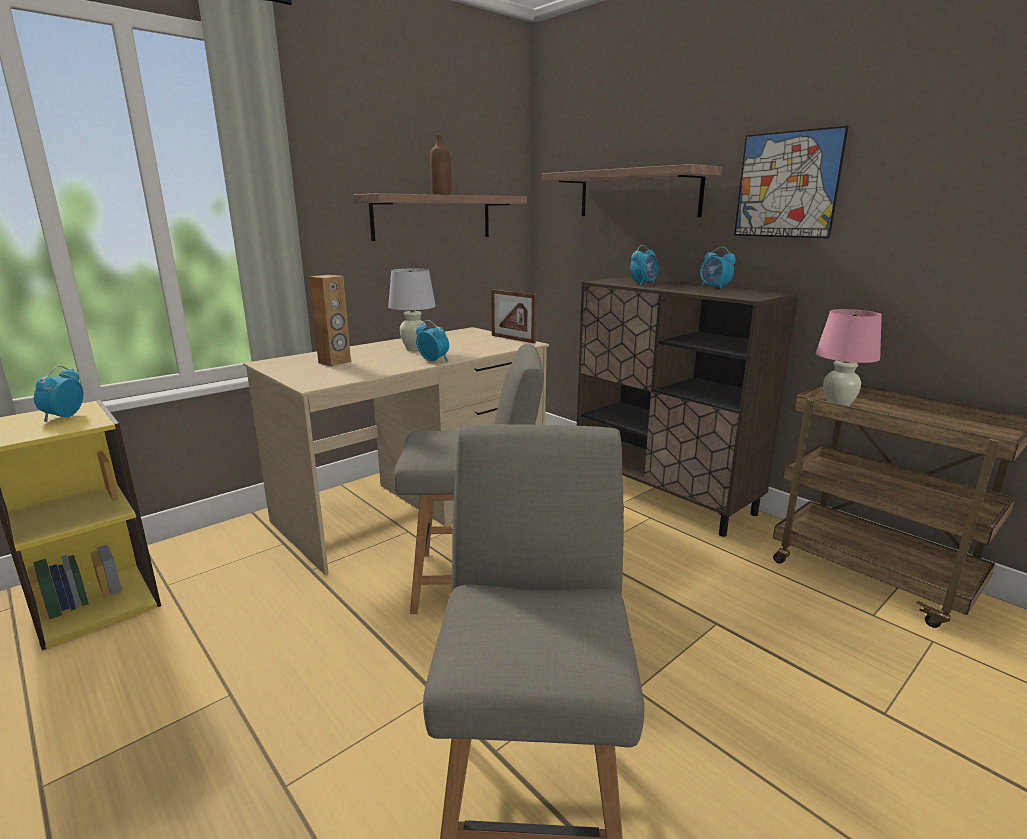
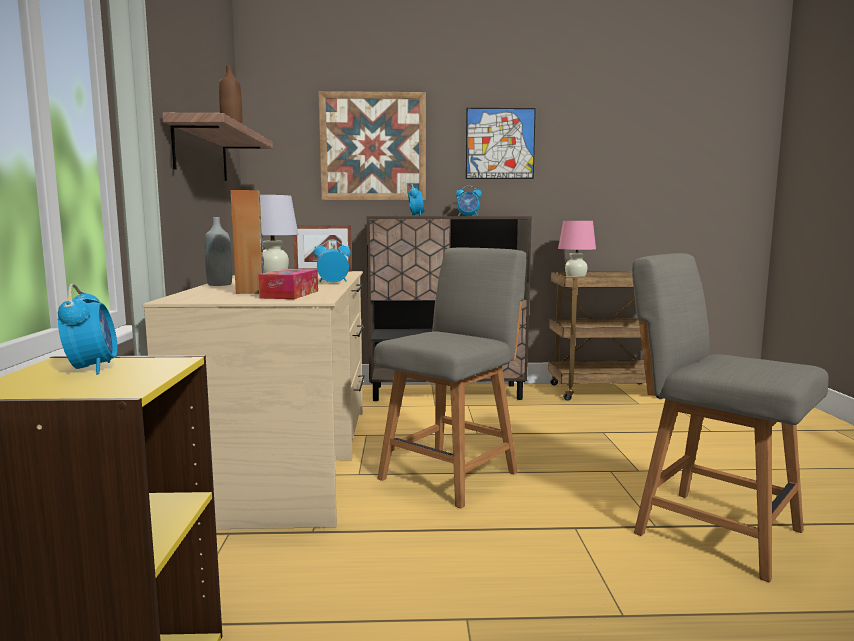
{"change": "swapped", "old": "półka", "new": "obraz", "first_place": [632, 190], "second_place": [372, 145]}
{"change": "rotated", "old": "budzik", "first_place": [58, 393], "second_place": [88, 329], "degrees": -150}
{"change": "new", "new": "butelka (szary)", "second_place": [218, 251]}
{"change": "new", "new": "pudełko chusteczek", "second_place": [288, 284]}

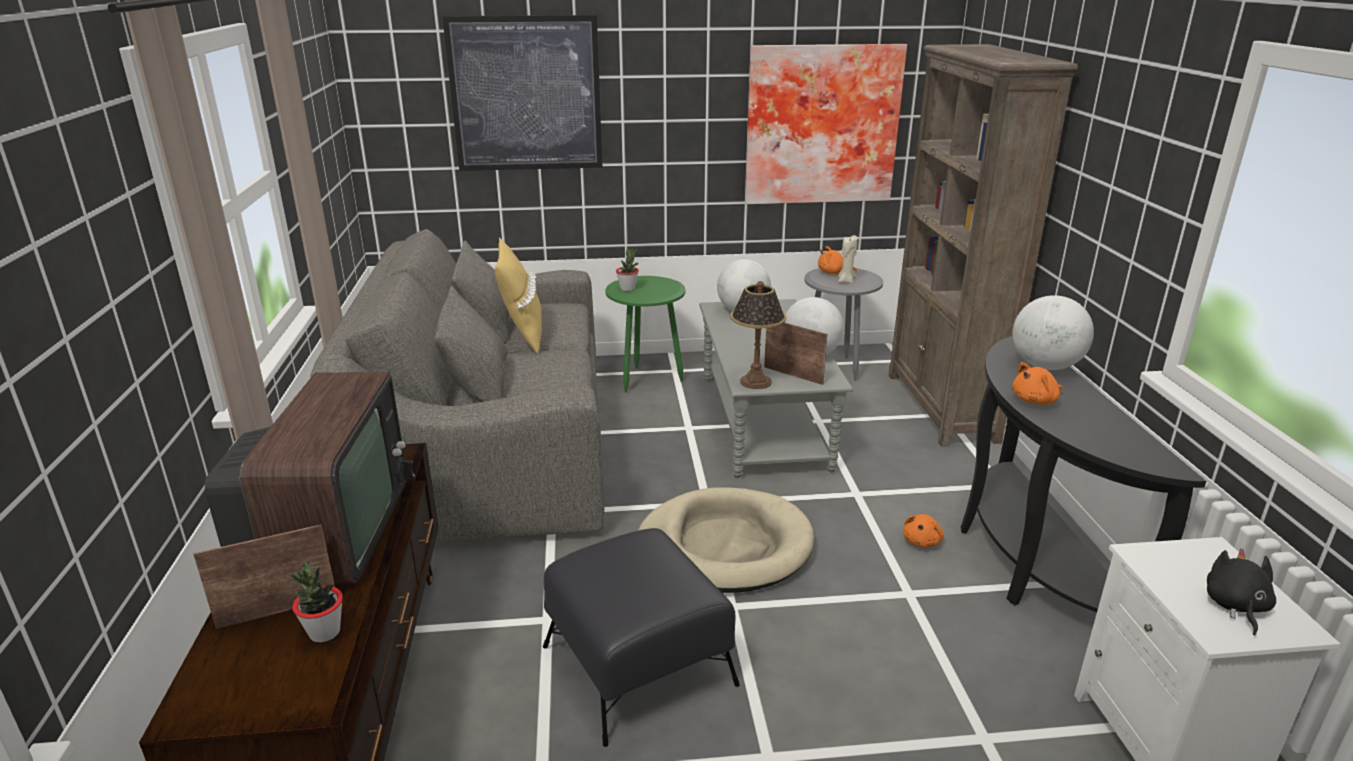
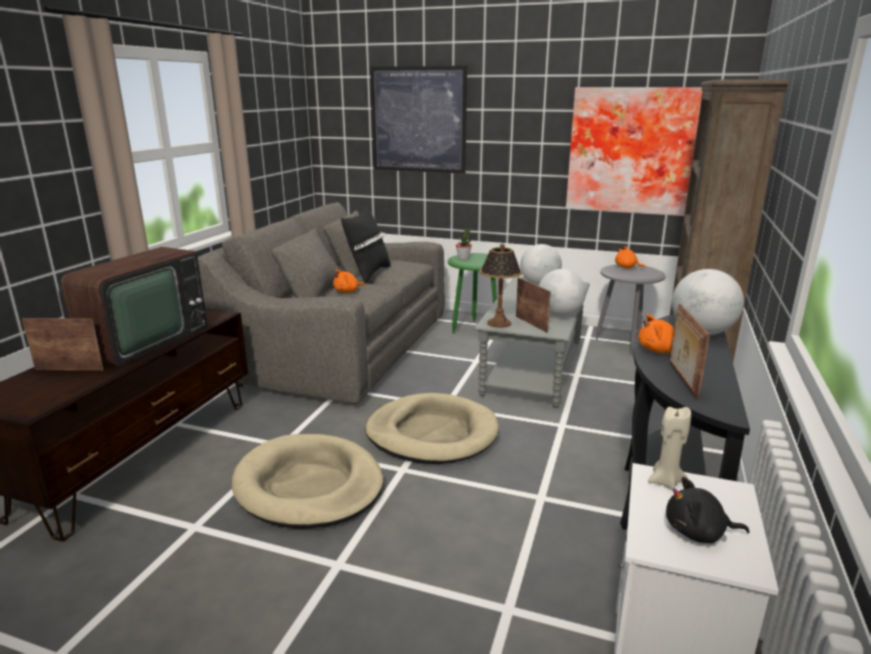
{"change": "shifted", "old": "świeca (beżowy)", "first_place": [848, 259], "second_place": [669, 448]}
{"change": "repainted", "old": "poduszka (żółty)", "new": "poduszka (czarny)", "first_place": [518, 295], "second_place": [366, 245]}
{"change": "shifted", "old": "pluszak (pomarańczowy)", "first_place": [923, 530], "second_place": [349, 281]}
{"change": "swapped", "old": "pufa (czarny)", "new": "legowisko (beżowy)", "first_place": [641, 637], "second_place": [308, 481]}
{"change": "rotated", "old": "pluszak (czarny)", "first_place": [1241, 591], "second_place": [708, 510], "degrees": -120}
{"change": "gone", "old": "roślina doniczkowa", "first_place": [316, 602]}
{"change": "new", "new": "ramka na zdjęcie", "second_place": [690, 352]}

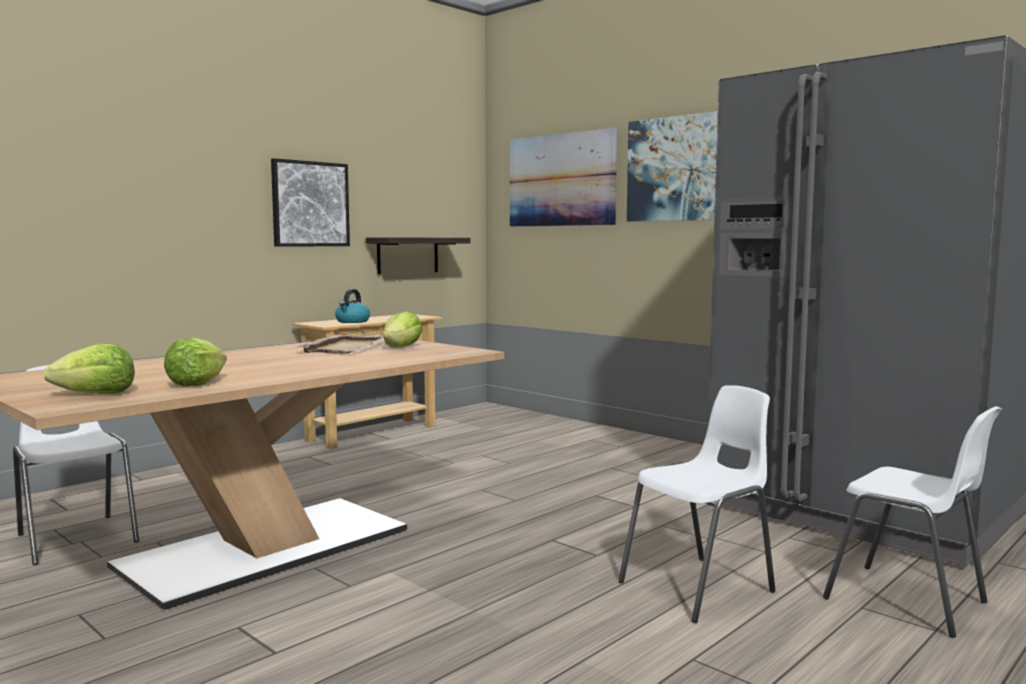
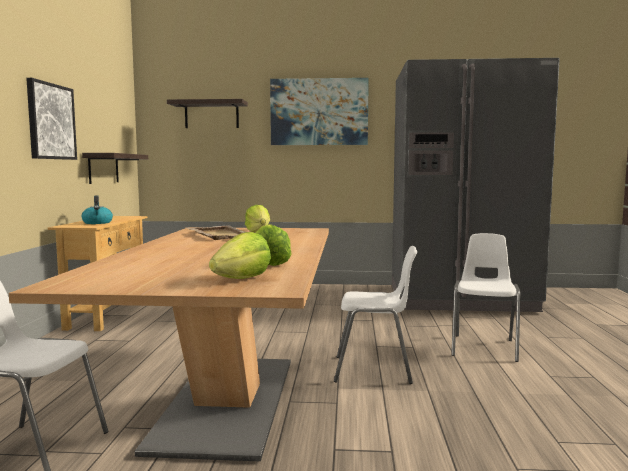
{"change": "swapped", "old": "obraz", "new": "półka", "first_place": [563, 177], "second_place": [207, 113]}
{"change": "shifted", "old": "krzesło (biały)", "first_place": [912, 522], "second_place": [375, 315]}

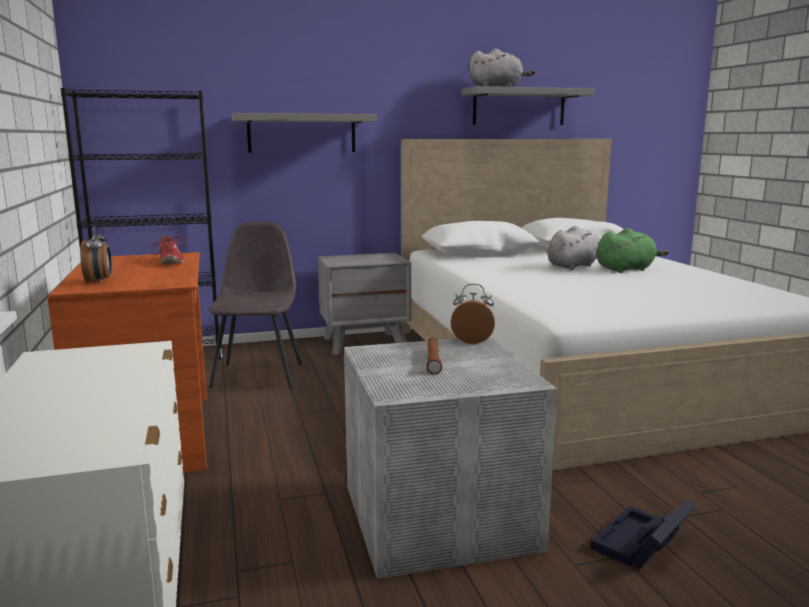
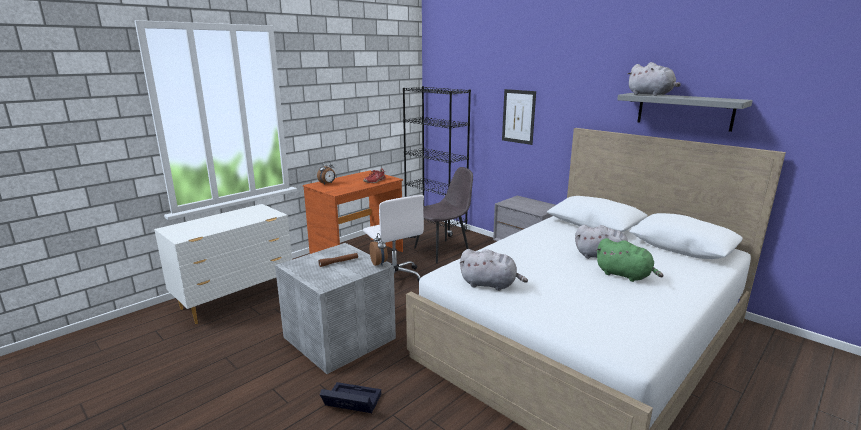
{"change": "swapped", "old": "półka (szary)", "new": "obraz", "first_place": [304, 133], "second_place": [519, 117]}
{"change": "new", "new": "krzesło biurowe (biały)", "second_place": [393, 238]}
{"change": "new", "new": "pluszak (szary)", "second_place": [493, 270]}

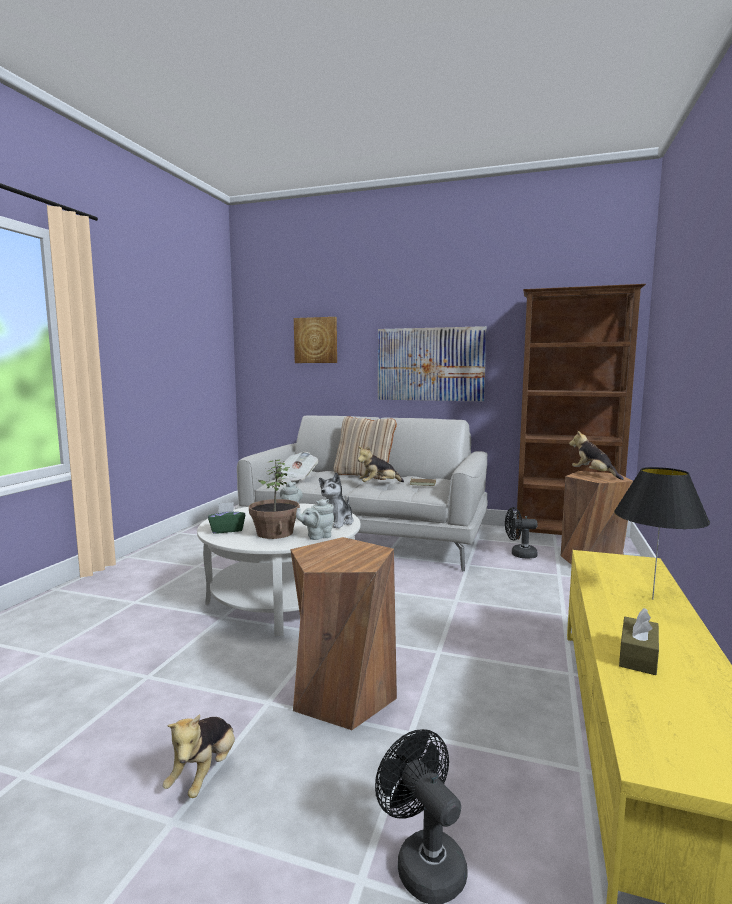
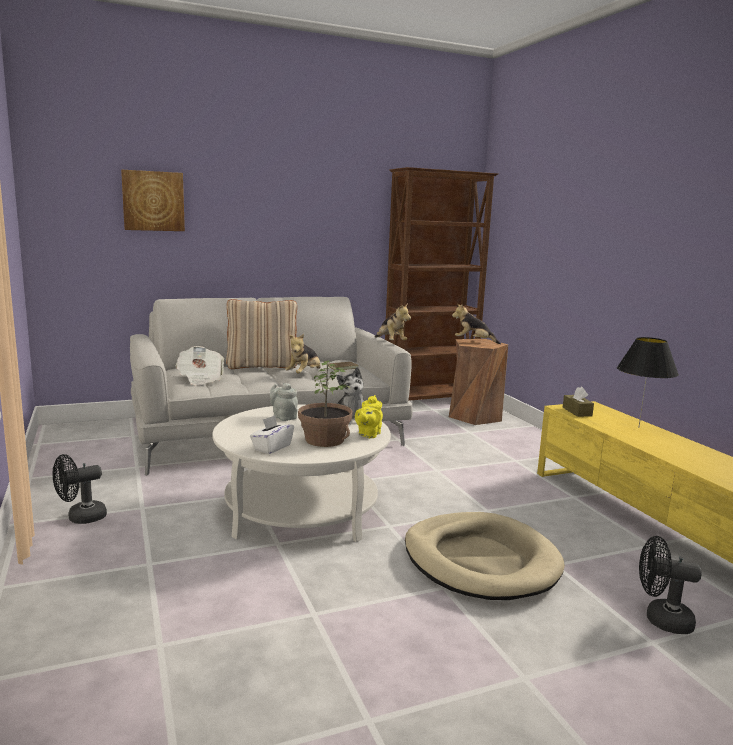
{"change": "gone", "old": "obraz", "first_place": [432, 363]}
{"change": "repainted", "old": "imbryk (szary)", "new": "imbryk (żółty)", "first_place": [315, 519], "second_place": [369, 416]}
{"change": "repainted", "old": "pudełko chusteczek (zielony)", "new": "pudełko chusteczek (biały)", "first_place": [226, 518], "second_place": [272, 434]}
{"change": "shifted", "old": "wentylator (czarny)", "first_place": [521, 533], "second_place": [80, 489]}
{"change": "swapped", "old": "stołek (brązowy)", "new": "legowisko (beżowy)", "first_place": [343, 633], "second_place": [485, 556]}
{"change": "shifted", "old": "pudełko chusteczek (brązowy)", "first_place": [639, 641], "second_place": [578, 402]}
{"change": "shifted", "old": "pluszak", "first_place": [199, 756], "second_place": [393, 321]}

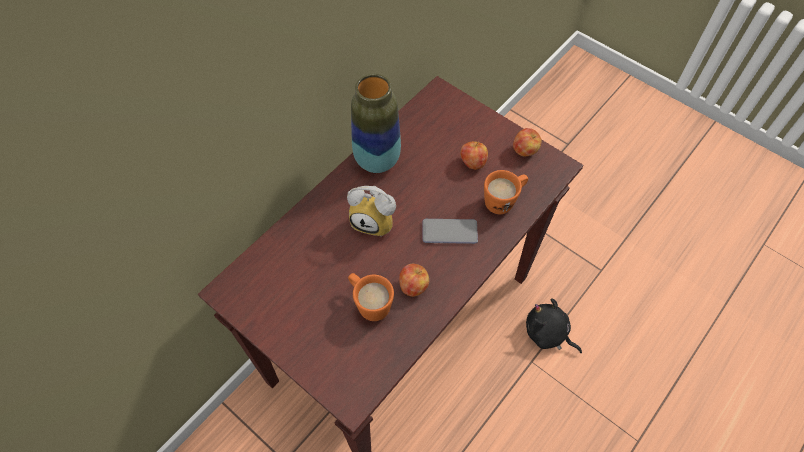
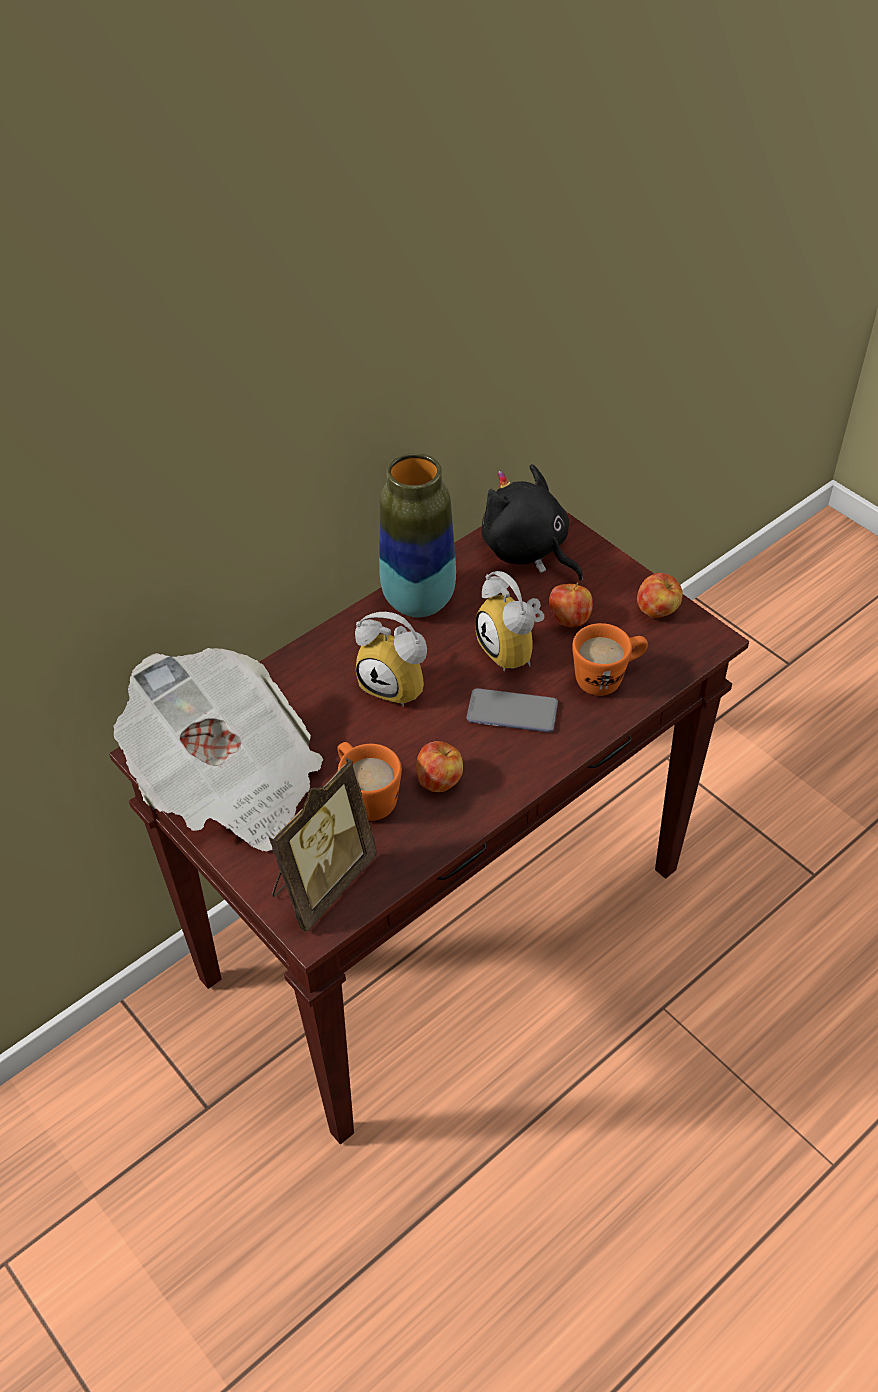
{"change": "shifted", "old": "pluszak (czarny)", "first_place": [554, 325], "second_place": [532, 522]}
{"change": "new", "new": "budzik", "second_place": [509, 621]}
{"change": "new", "new": "gazeta", "second_place": [218, 749]}
{"change": "new", "new": "ramka na zdjęcie", "second_place": [323, 845]}

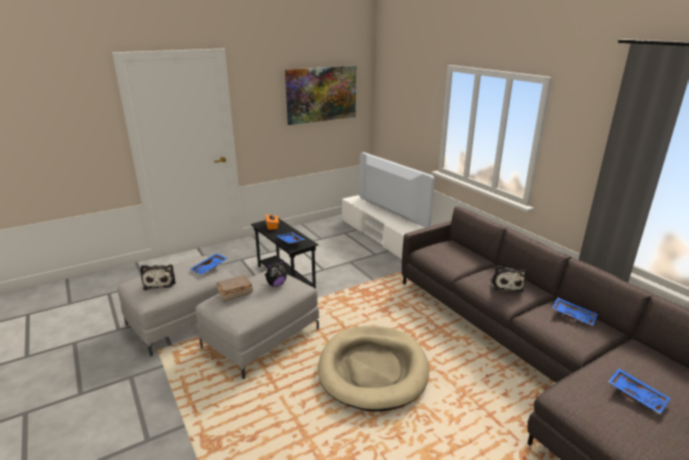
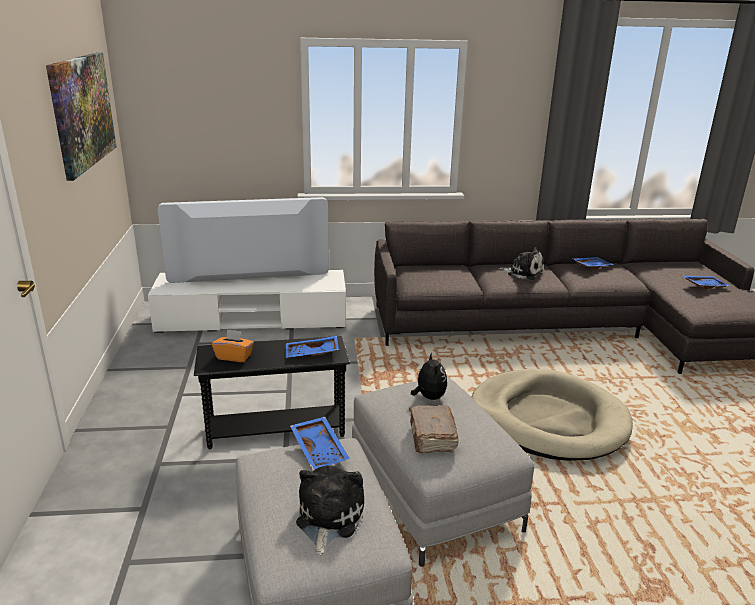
{"change": "rotated", "old": "pluszak", "first_place": [158, 278], "second_place": [330, 510], "degrees": -90}

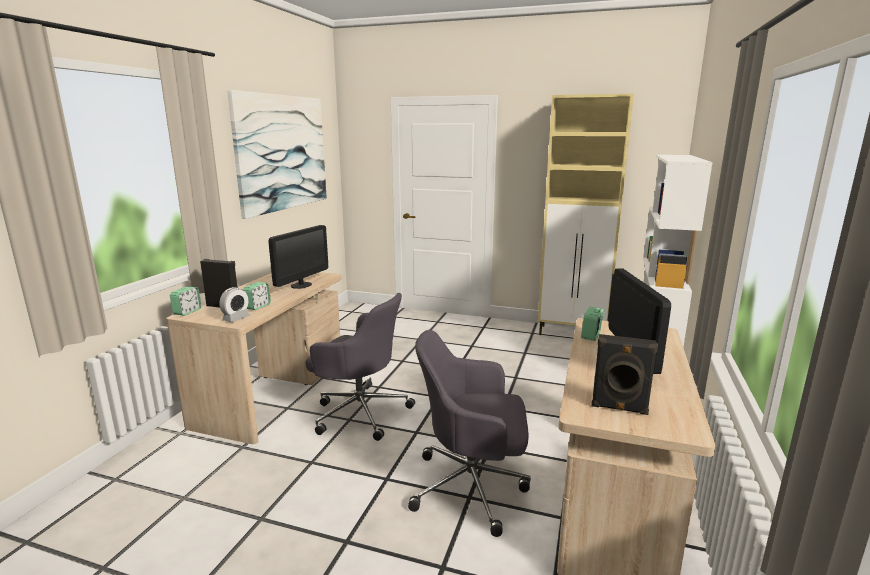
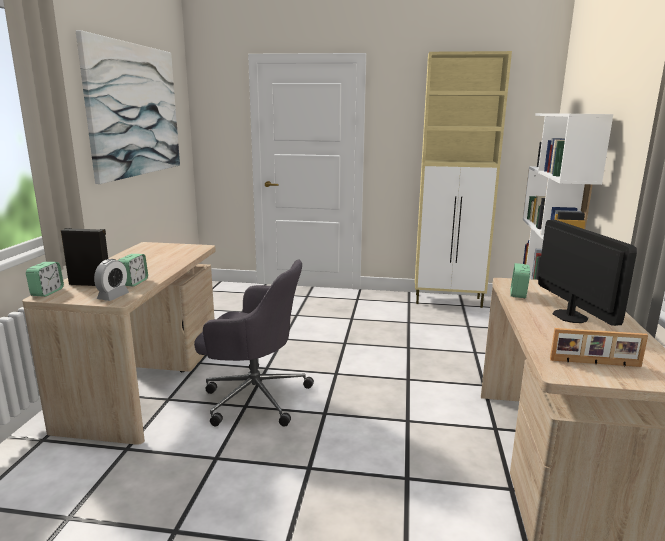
{"change": "gone", "old": "monitor", "first_place": [298, 257]}
{"change": "gone", "old": "krzesło biurowe (szary)", "first_place": [469, 433]}
{"change": "swapped", "old": "głośnik (czarny)", "new": "ramka na zdjęcie", "first_place": [624, 374], "second_place": [599, 347]}

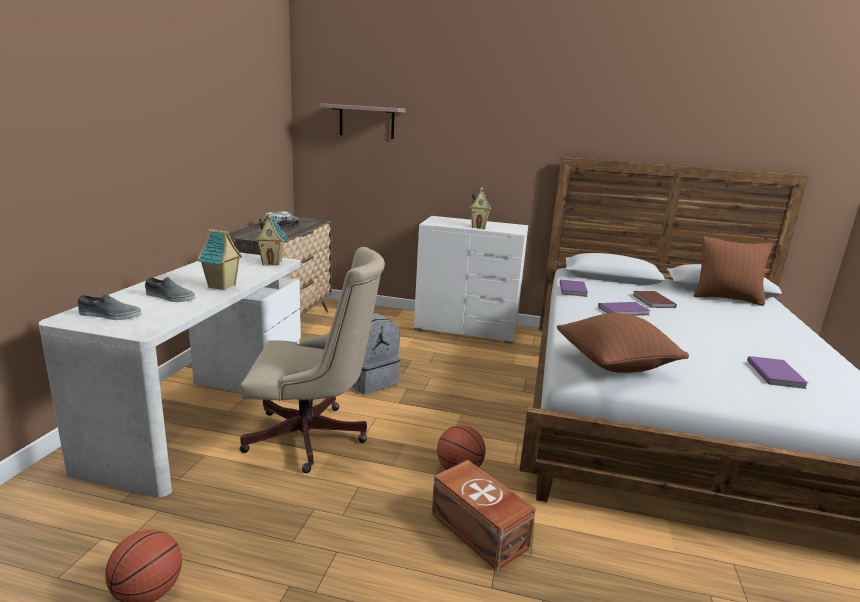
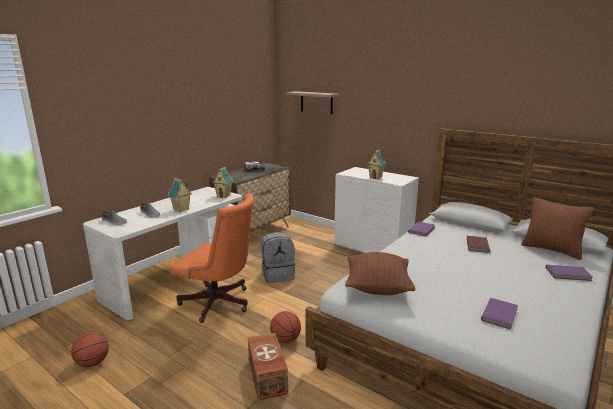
{"change": "repainted", "old": "krzesło biurowe (beżowy)", "new": "krzesło biurowe (pomarańczowy)", "first_place": [312, 360], "second_place": [212, 258]}
{"change": "shifted", "old": "książka (fioletowy)", "first_place": [624, 309], "second_place": [569, 273]}

